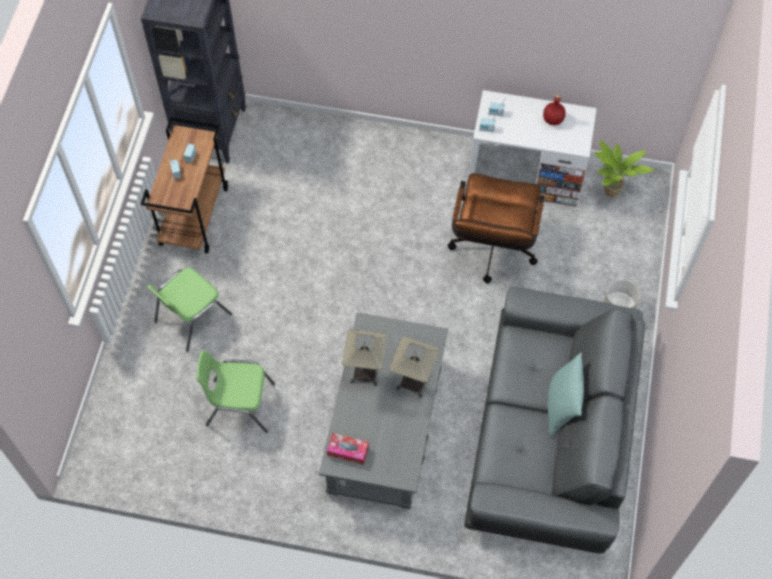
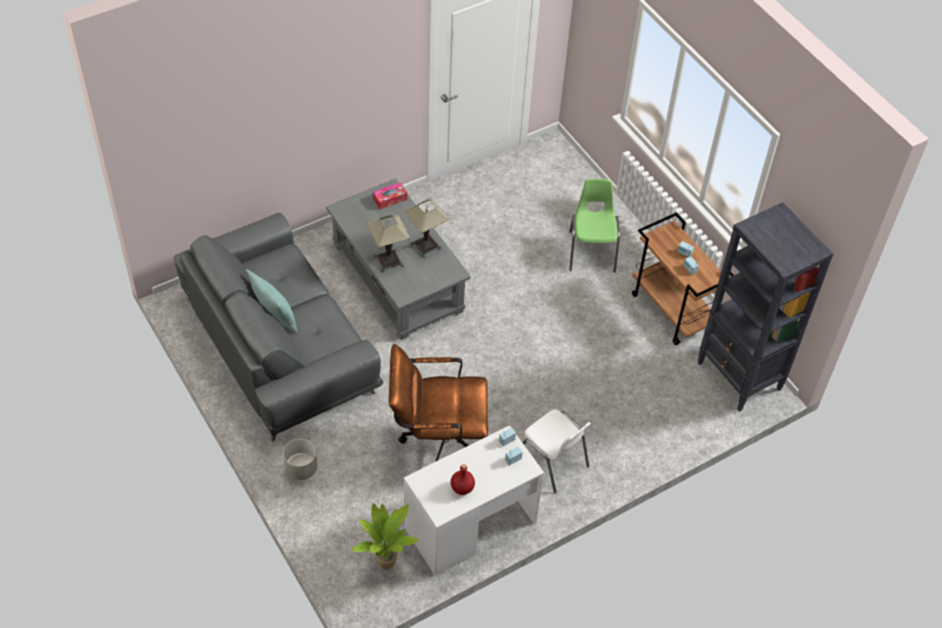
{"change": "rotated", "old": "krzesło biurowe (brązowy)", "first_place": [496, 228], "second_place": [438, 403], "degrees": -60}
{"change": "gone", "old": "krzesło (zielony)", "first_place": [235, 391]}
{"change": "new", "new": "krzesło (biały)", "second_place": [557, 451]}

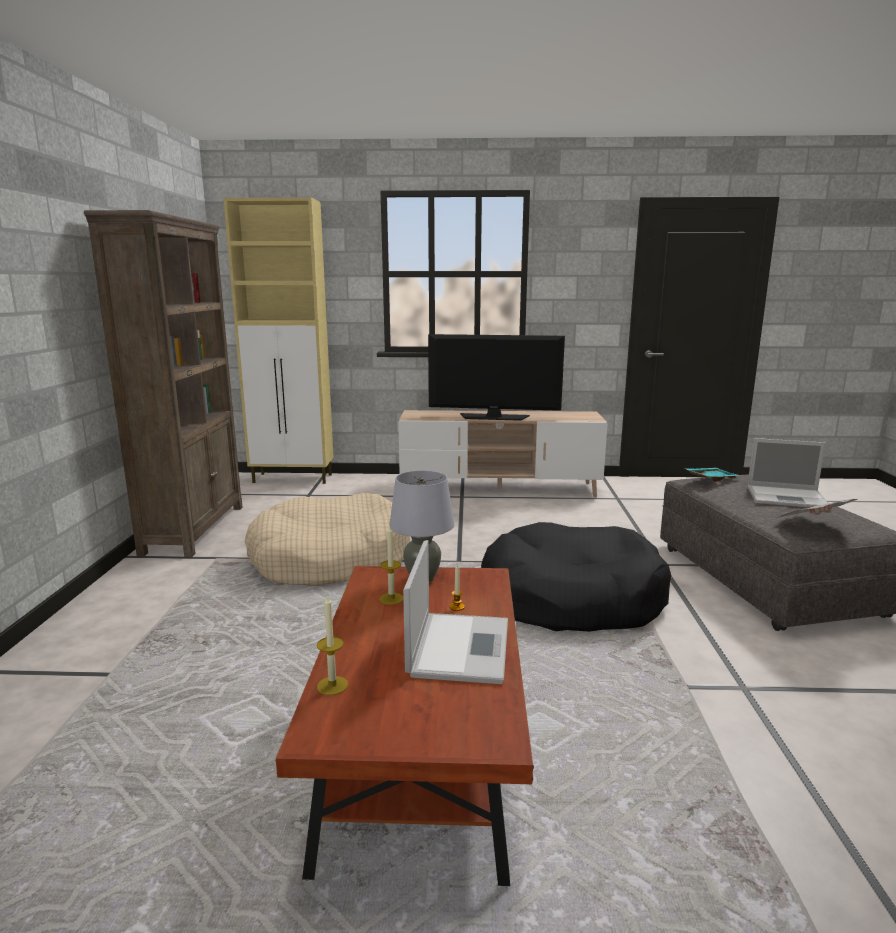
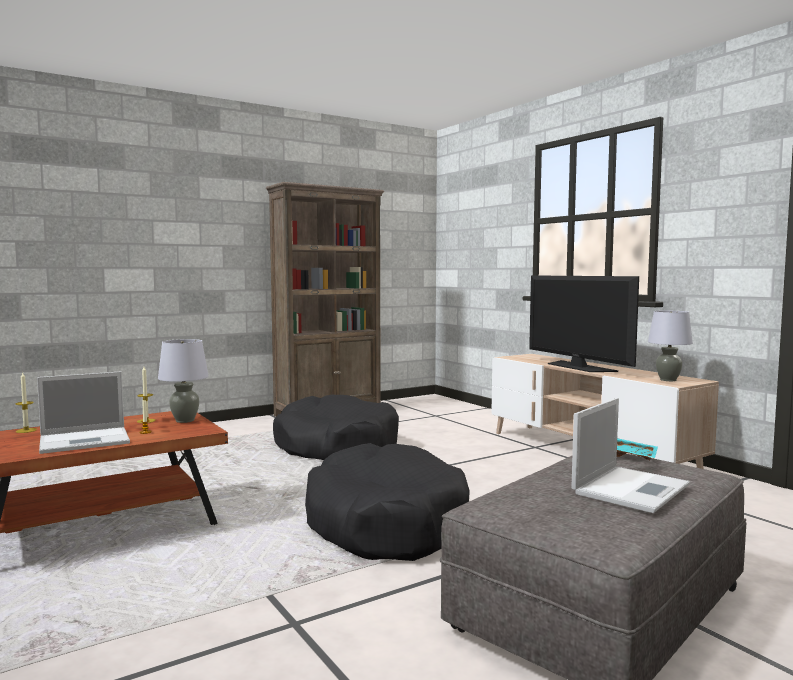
{"change": "gone", "old": "szafka (beżowy)", "first_place": [278, 340]}
{"change": "rotated", "old": "laptop", "first_place": [788, 472], "second_place": [630, 455], "degrees": -120}
{"change": "repainted", "old": "legowisko (beżowy)", "new": "legowisko (czarny)", "first_place": [327, 539], "second_place": [336, 427]}
{"change": "gone", "old": "gazeta", "first_place": [816, 508]}
{"change": "new", "new": "lampa stołowa (szary)", "second_place": [670, 346]}

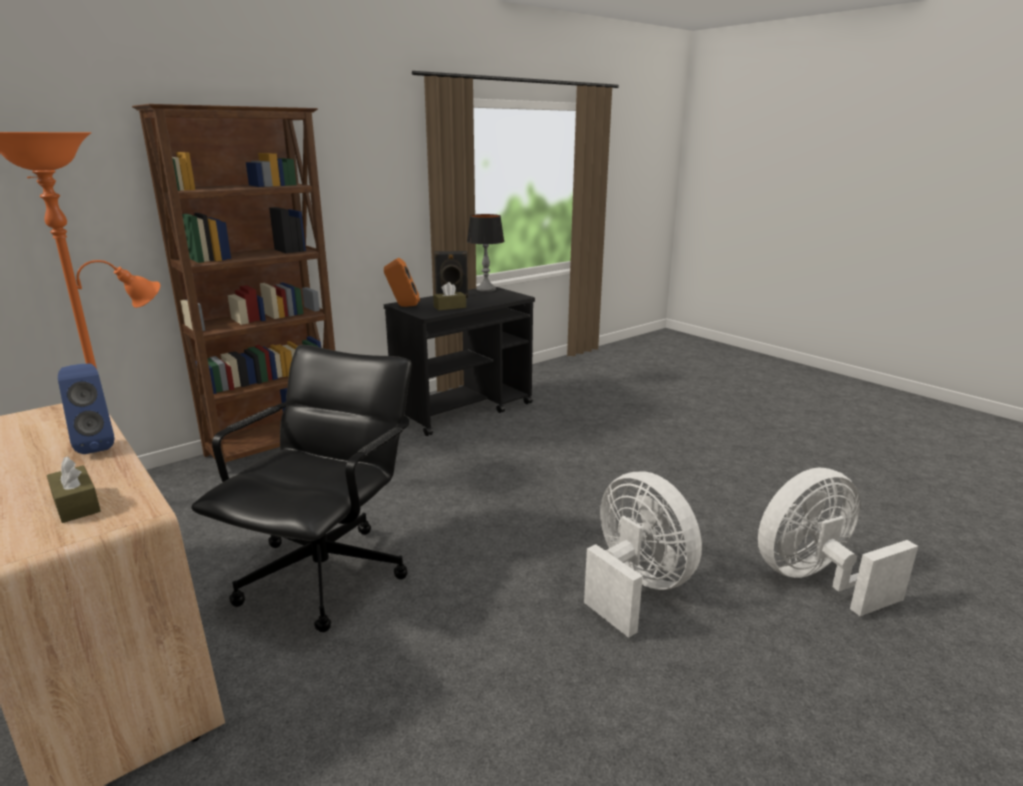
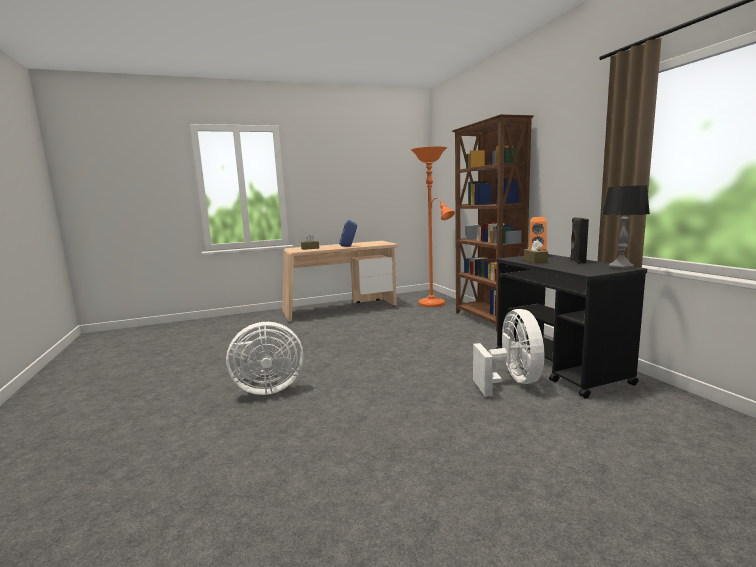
{"change": "gone", "old": "krzesło biurowe (czarny)", "first_place": [301, 488]}
{"change": "shifted", "old": "wentylator (biały)", "first_place": [838, 541], "second_place": [508, 353]}

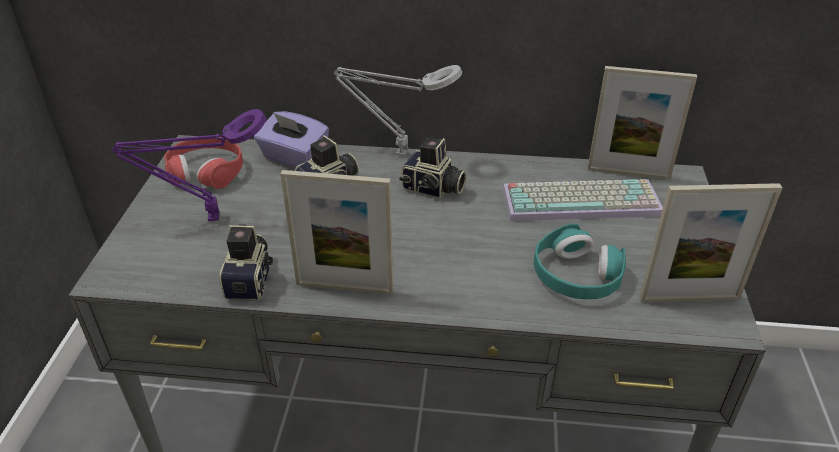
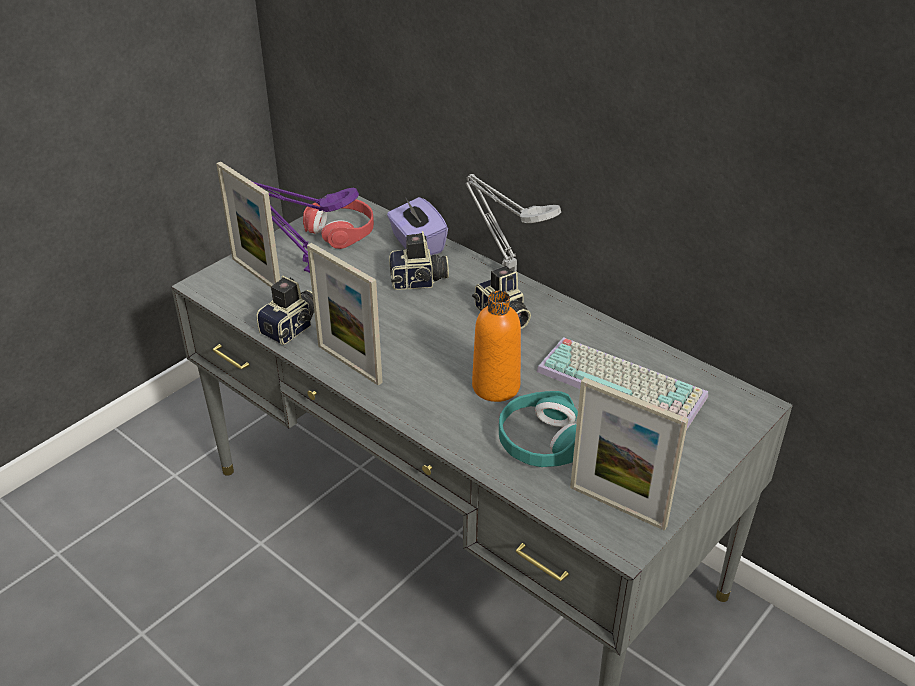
{"change": "shifted", "old": "ramka na zdjęcie", "first_place": [642, 123], "second_place": [248, 224]}
{"change": "new", "new": "butelka (pomarańczowy)", "second_place": [496, 346]}

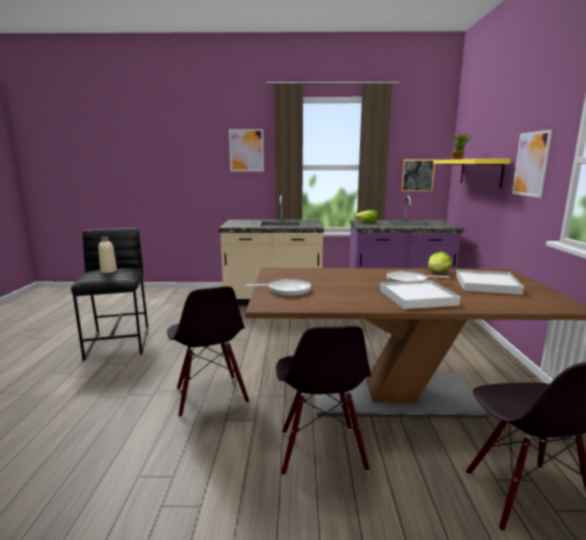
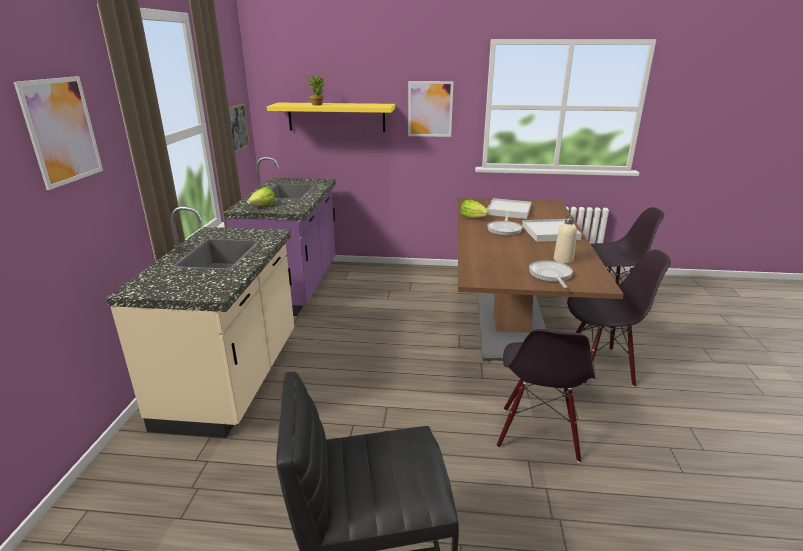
{"change": "shifted", "old": "butelka (beżowy)", "first_place": [107, 254], "second_place": [565, 240]}
{"change": "rotated", "old": "krzesło (czarny)", "first_place": [208, 351], "second_place": [546, 396], "degrees": 120}

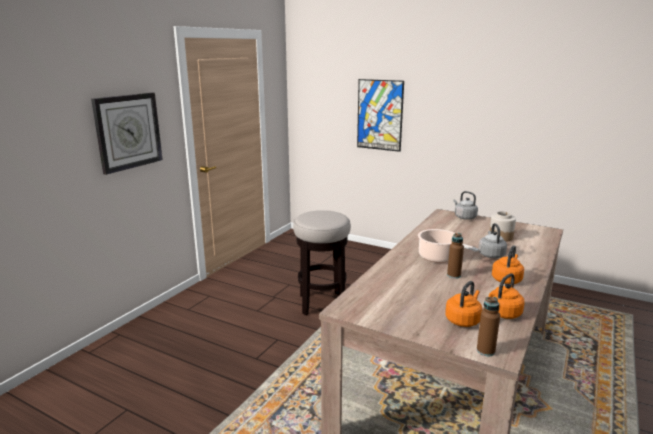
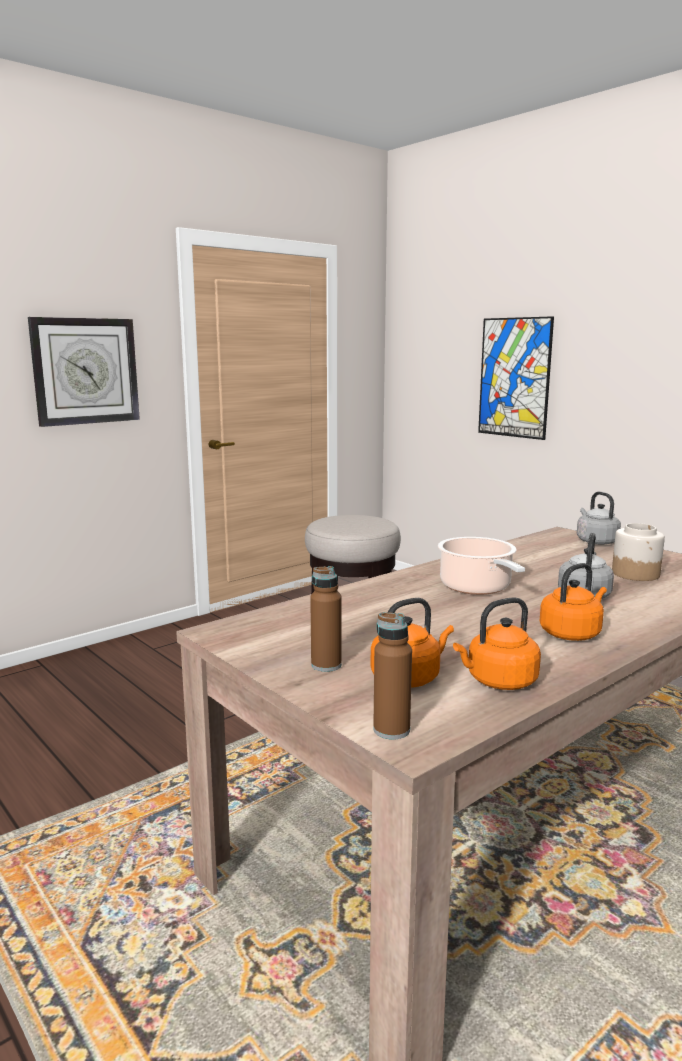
{"change": "shifted", "old": "butelka (brązowy)", "first_place": [455, 256], "second_place": [326, 619]}

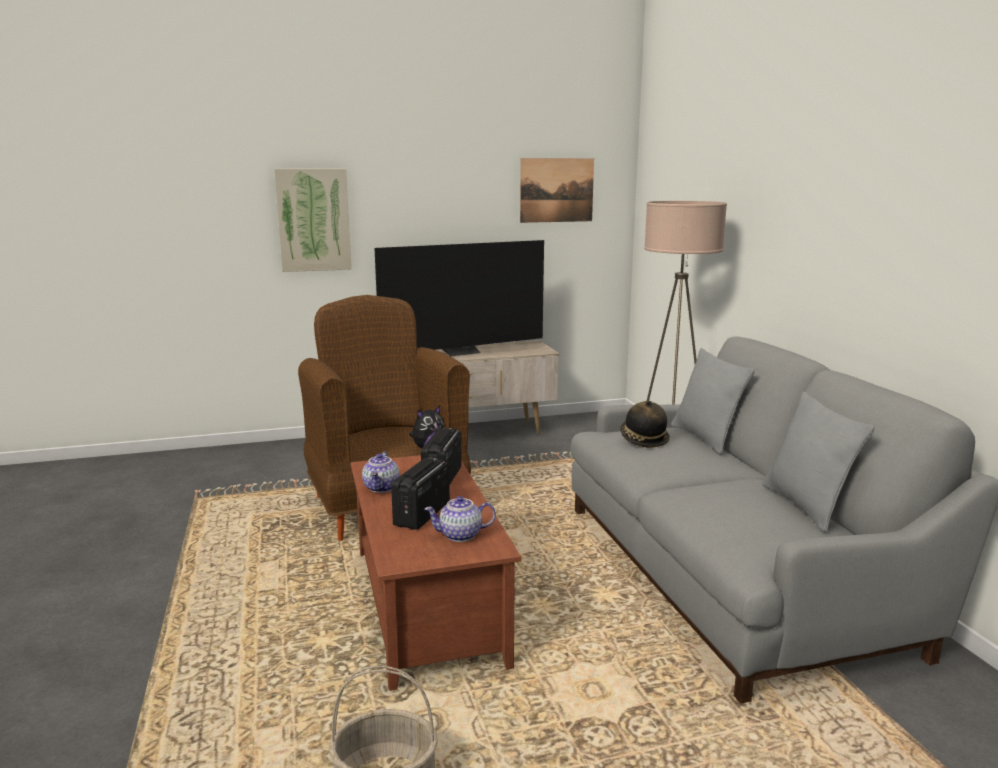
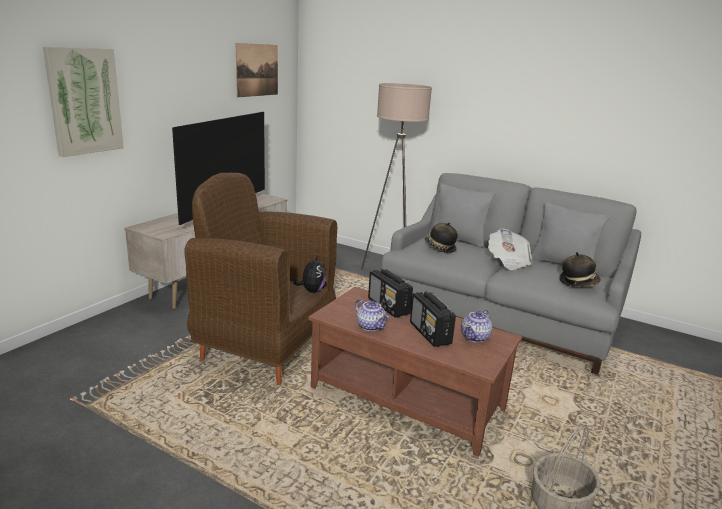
{"change": "new", "new": "gazeta", "second_place": [510, 249]}
{"change": "new", "new": "kapelusz", "second_place": [580, 269]}

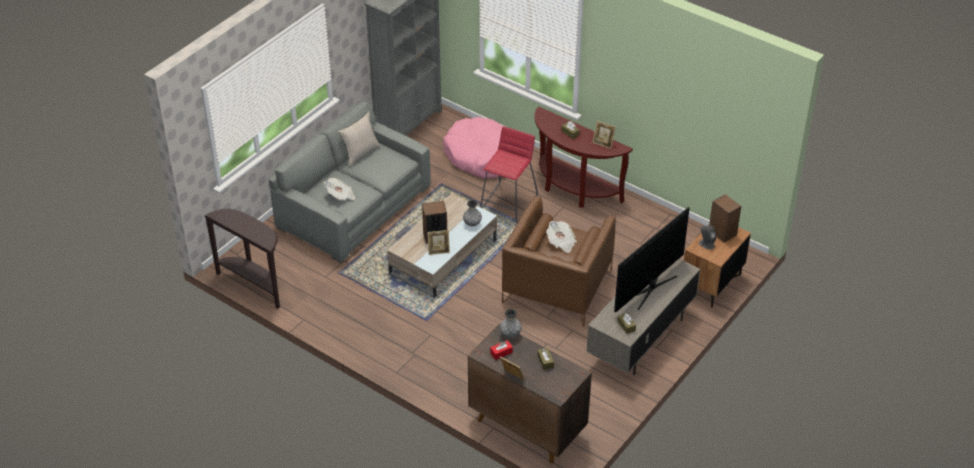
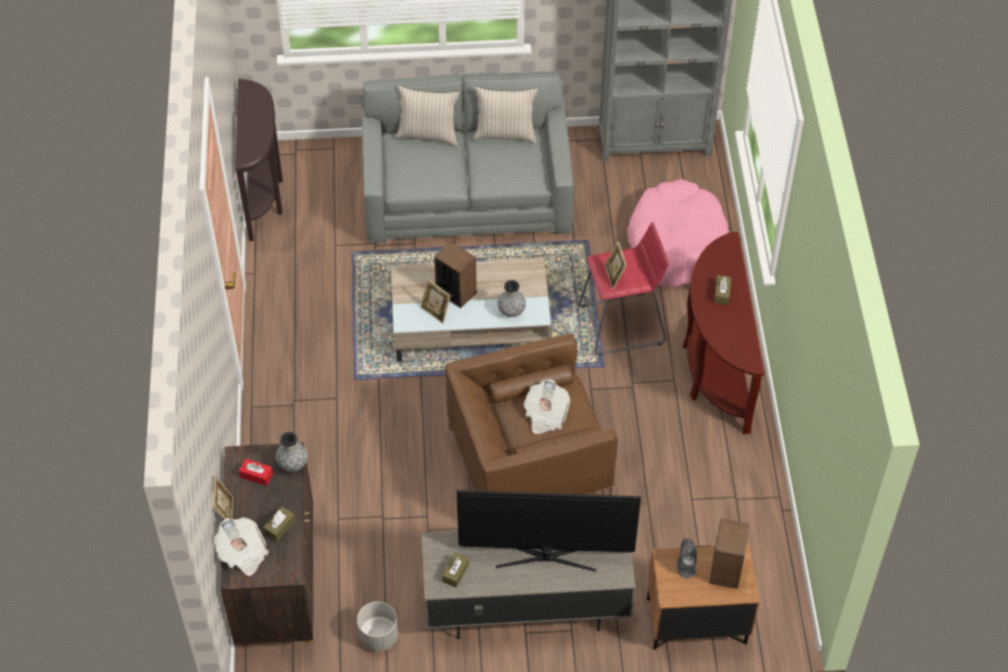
{"change": "shifted", "old": "ramka na zdjęcie", "first_place": [604, 135], "second_place": [616, 265]}
{"change": "shifted", "old": "gazeta", "first_place": [339, 189], "second_place": [241, 546]}
{"change": "new", "new": "poduszka (beżowy)", "second_place": [427, 115]}
{"change": "new", "new": "donica (szary)", "second_place": [377, 626]}

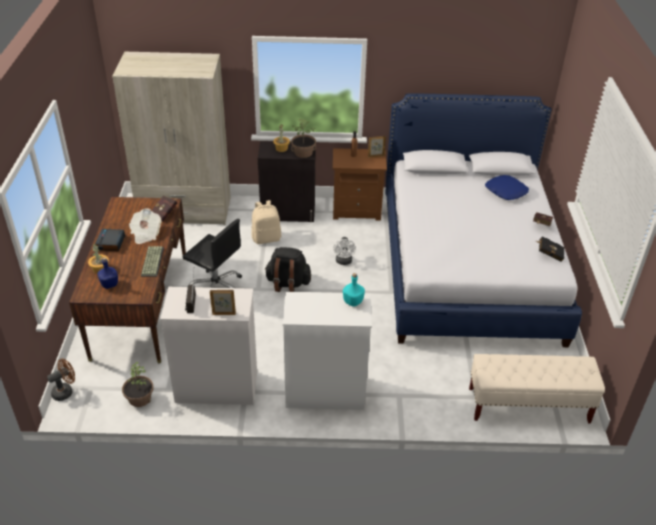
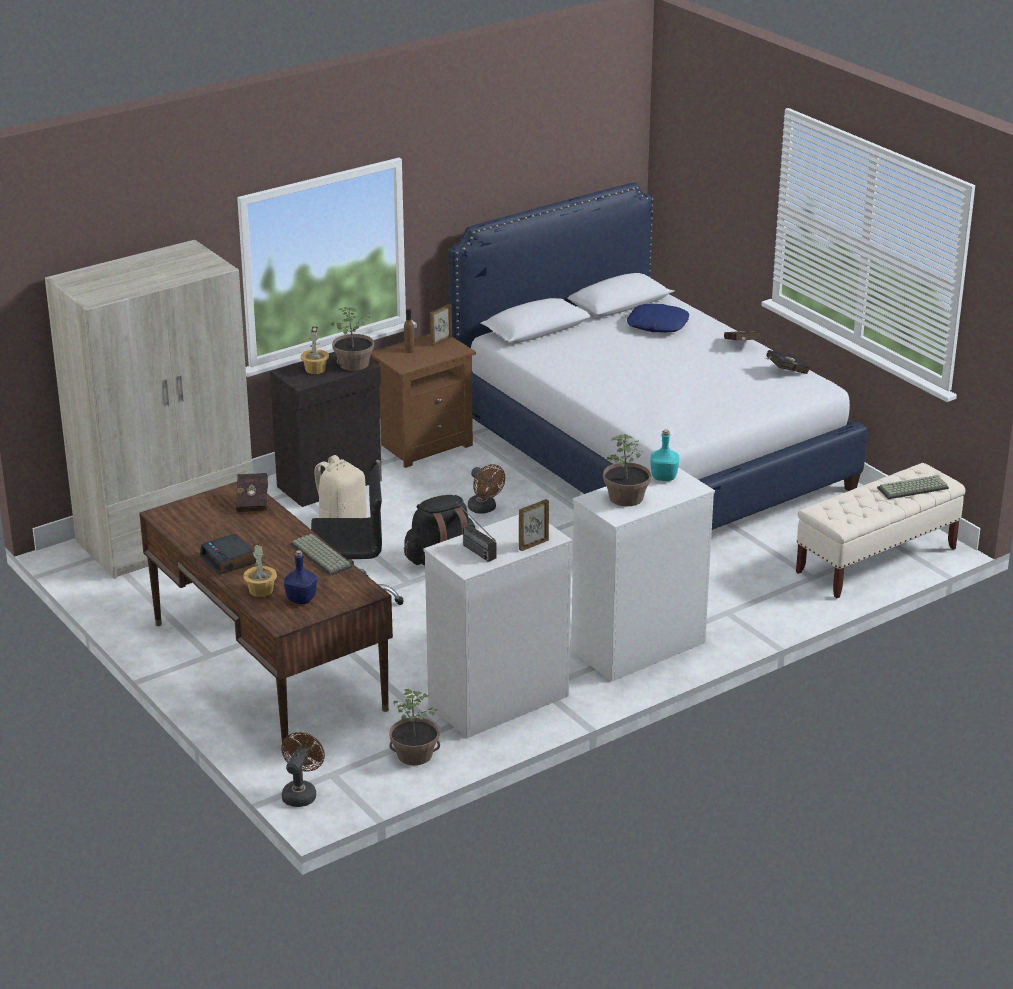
{"change": "gone", "old": "gazeta", "first_place": [145, 226]}
{"change": "repainted", "old": "wentylator (biały)", "new": "wentylator (brązowy)", "first_place": [344, 251], "second_place": [486, 489]}
{"change": "new", "new": "roślina doniczkowa", "second_place": [627, 470]}
{"change": "new", "new": "klawiatura", "second_place": [913, 487]}

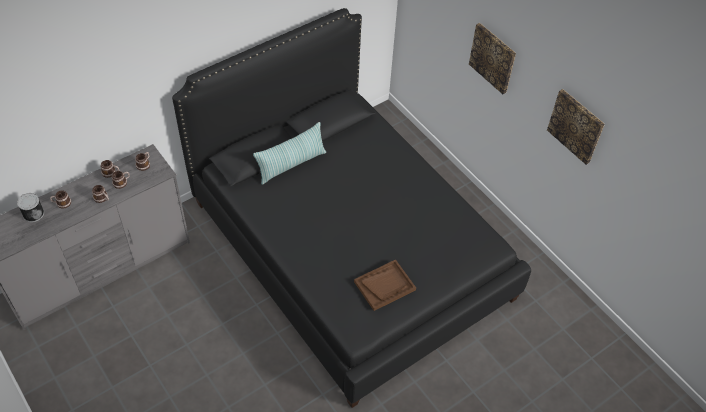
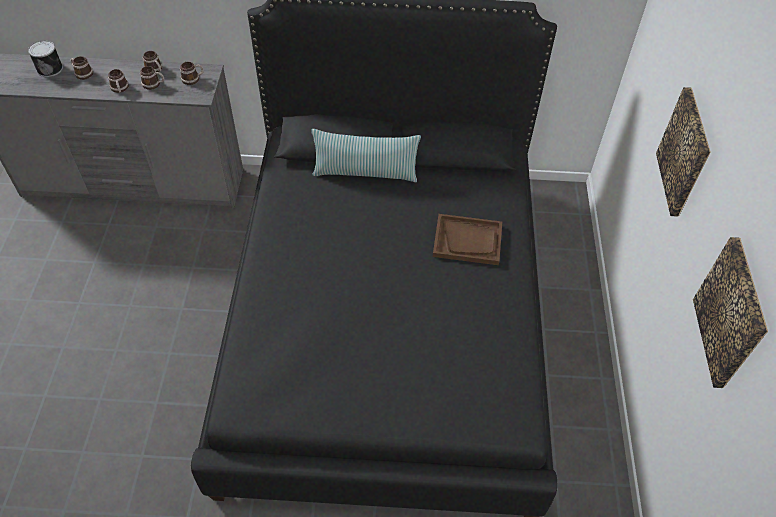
{"change": "shifted", "old": "taca (brązowy)", "first_place": [385, 285], "second_place": [467, 239]}

